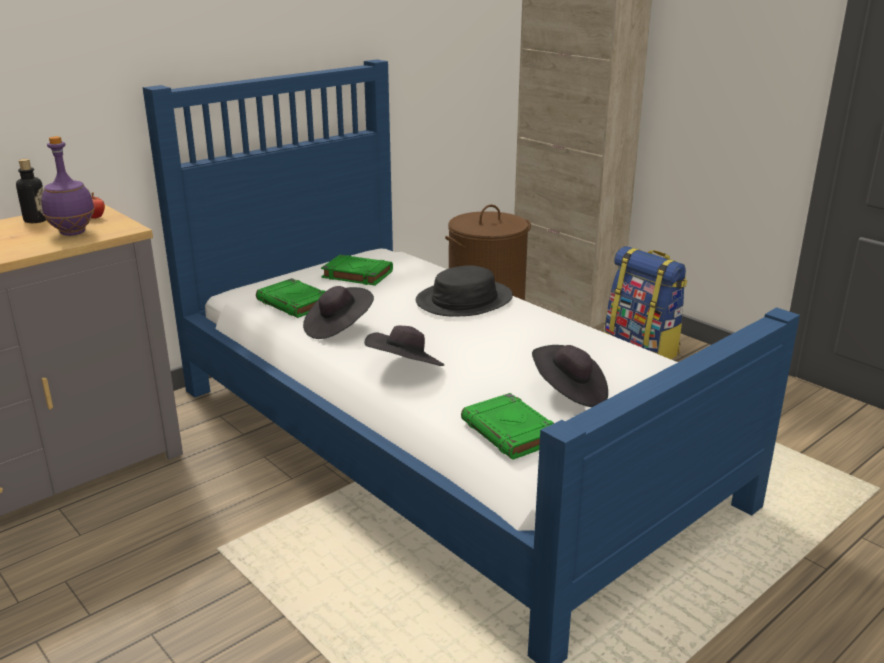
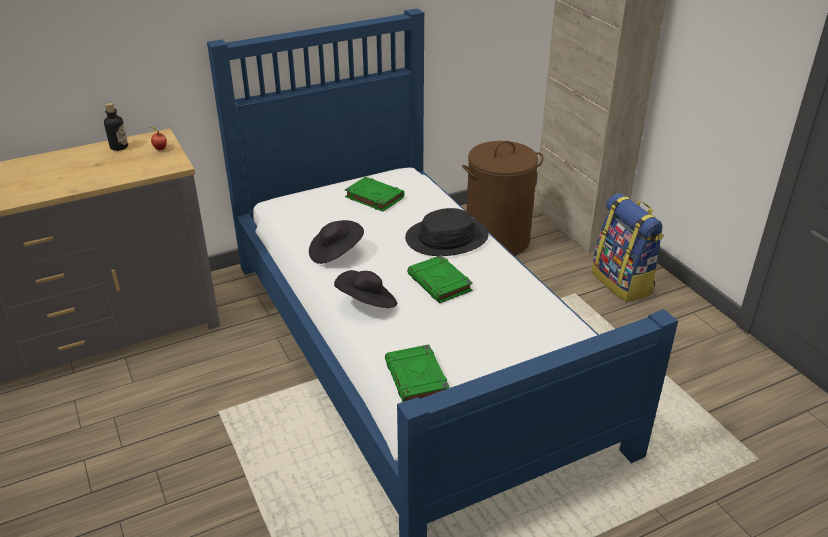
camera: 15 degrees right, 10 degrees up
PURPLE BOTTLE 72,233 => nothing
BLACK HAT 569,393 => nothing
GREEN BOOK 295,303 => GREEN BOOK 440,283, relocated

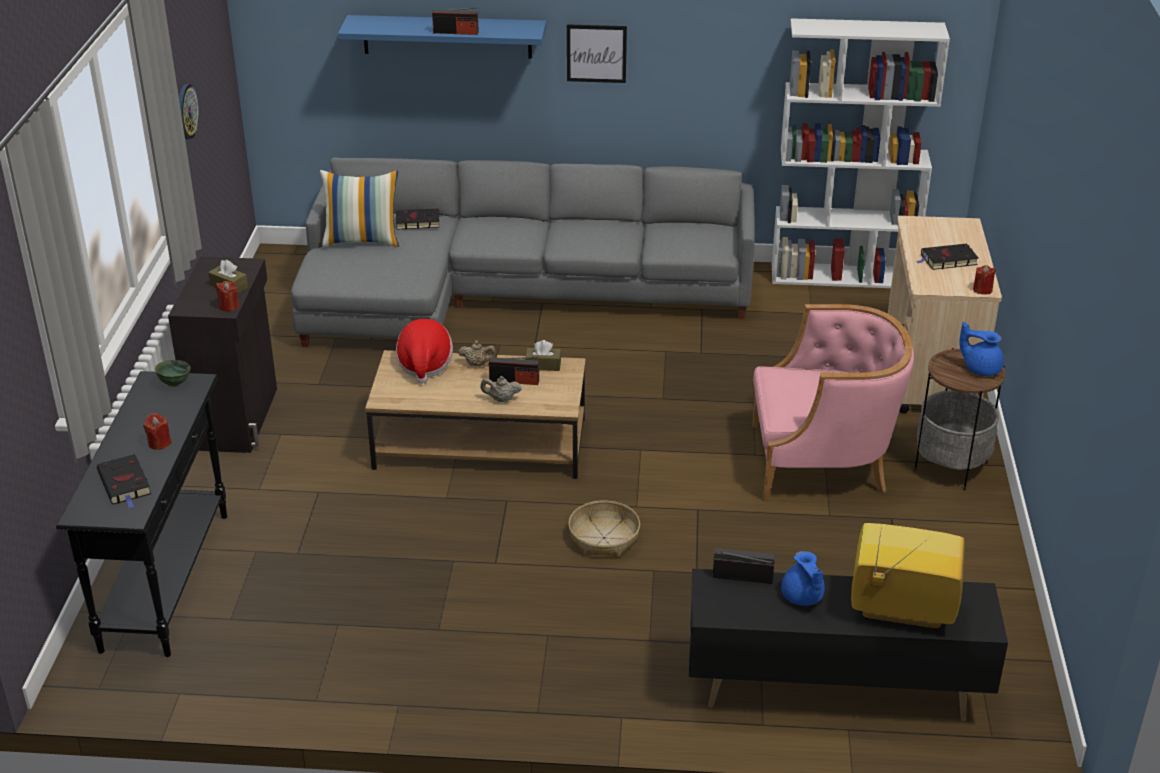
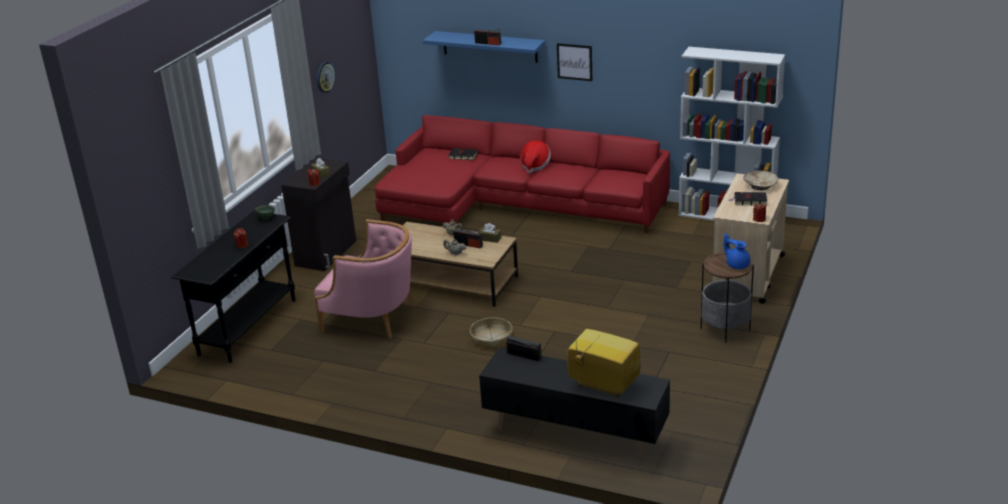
camera: 20 degrees right, 5 degrees down
BLACK BOOK 125,484 => nothing
PILLOW 362,240 => nothing
BLUE TEAPOT 802,598 => nothing
nothing => BEIGE BOWL 760,186
HAT 424,365 => HAT 535,165, relocated
PINK ARMCHAIR 821,462 => PINK ARMCHAIR 372,317, relocated
GREY SOFA 507,292 => RED SOFA 513,204

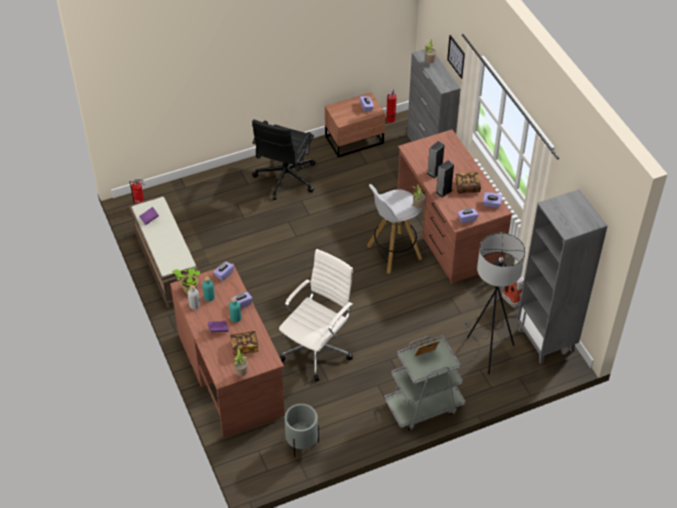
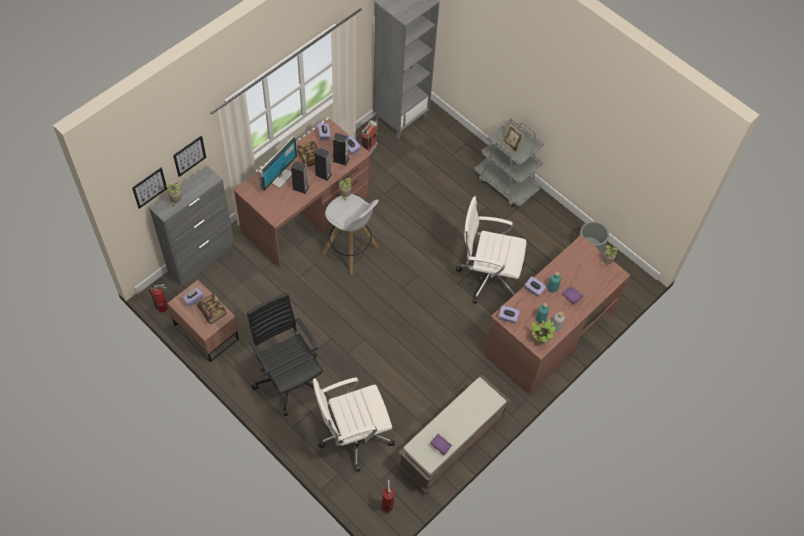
camera: 115 degrees left, 10 degrees up
GREY FLOOR LAMP 486,350 => nothing
nothing => PICTURE 149,187
nothing => MONITOR 279,176
nothing => WHITE OFFICE CHAIR 353,435
nothing => SPEAKER 340,159
BOOK 244,347 => BOOK 213,311, relocated
BLACK OFFICE CHAIR 285,179 => BLACK OFFICE CHAIR 289,378, 120 degrees counterclockwise

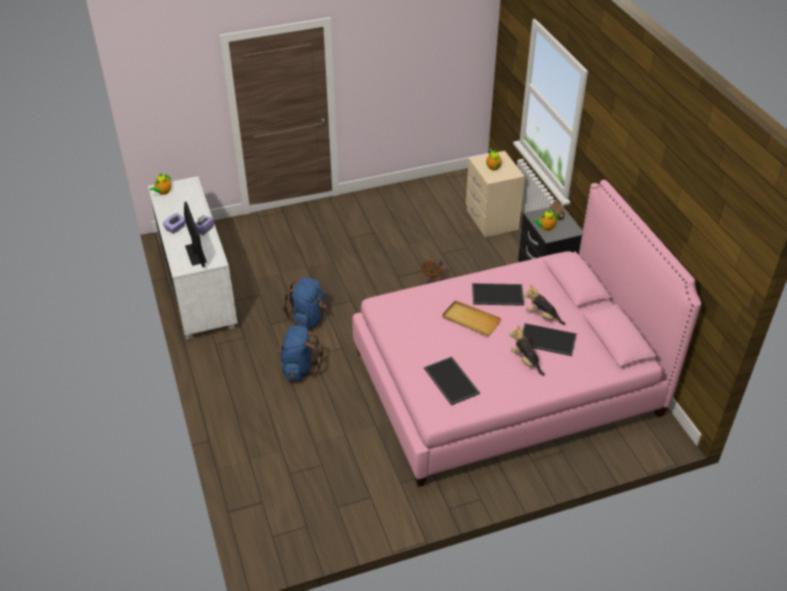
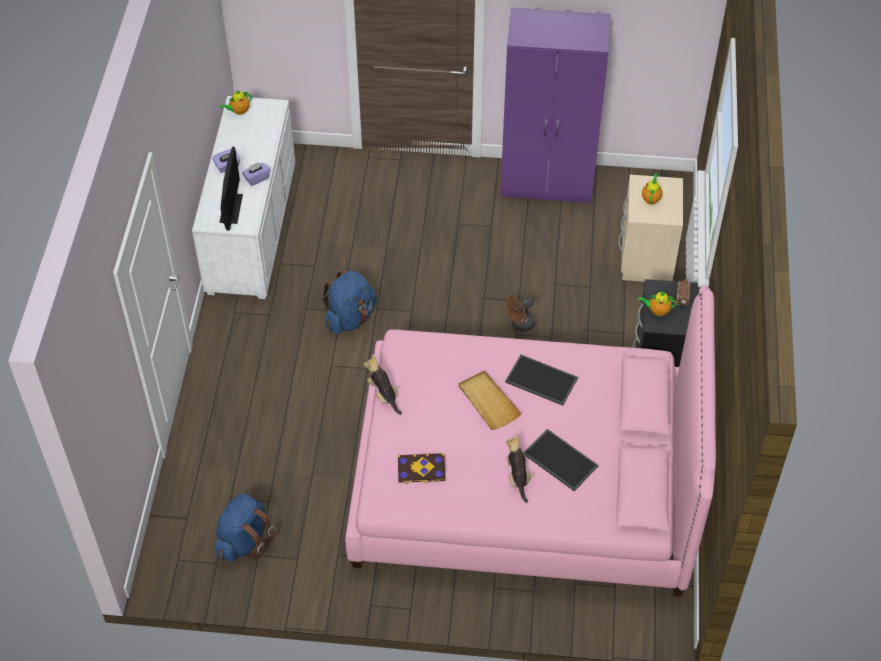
camera: 25 degrees right, 10 degrees up
nothing => PURPLE WARDROBE 548,184
BLUE BACKPACK 299,368 => BLUE BACKPACK 244,541, relocated
PLUSH TOY 542,316 => PLUSH TOY 383,395, relocated
TRAY 452,381 => BOOK 421,469

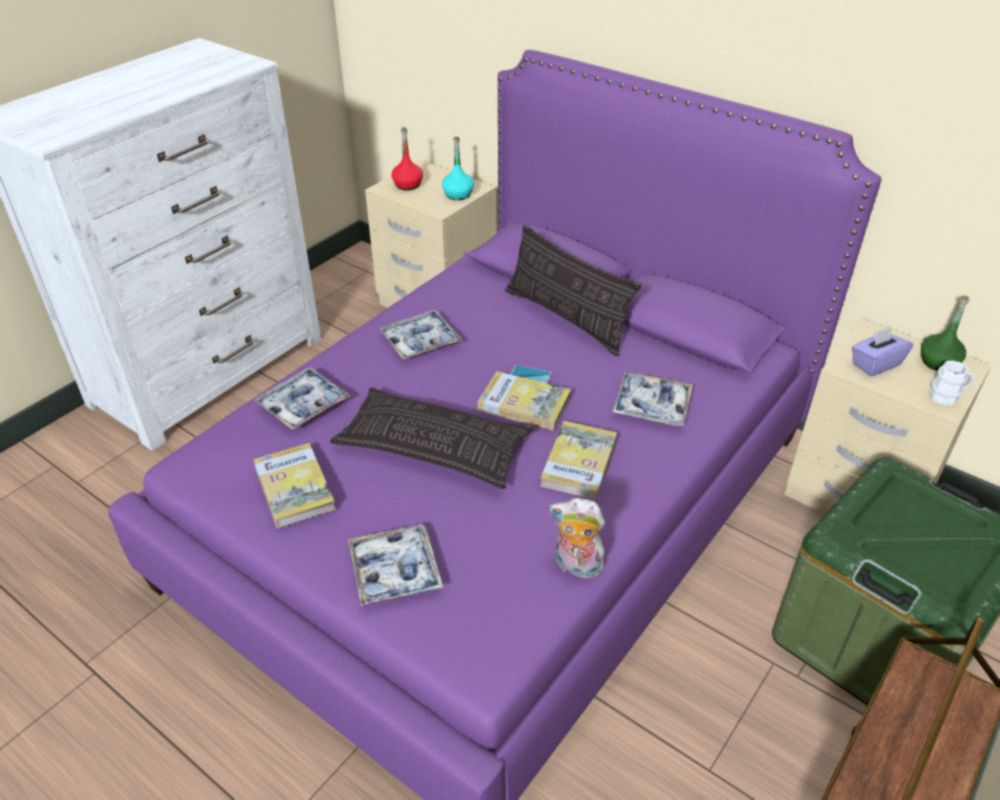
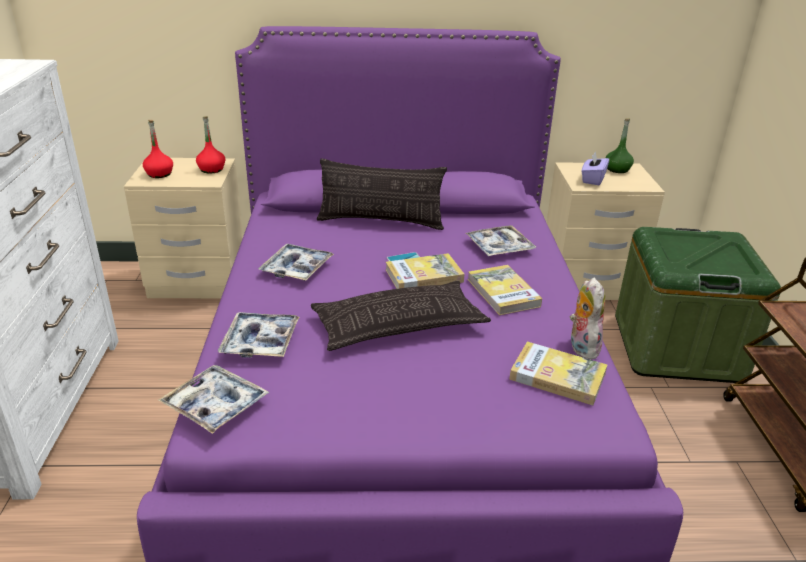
camera: 40 degrees left, 10 degrees down
WHITE MUG 947,396 => nothing
BOOK 294,488 => BOOK 557,376, relocated
TRAY 395,571 => TRAY 215,405, relocated
TURQUOISE BOTTLE 458,194 => RED BOTTLE 211,169
PLUSH TOY 575,566 => PLUSH TOY 581,346, 105 degrees clockwise

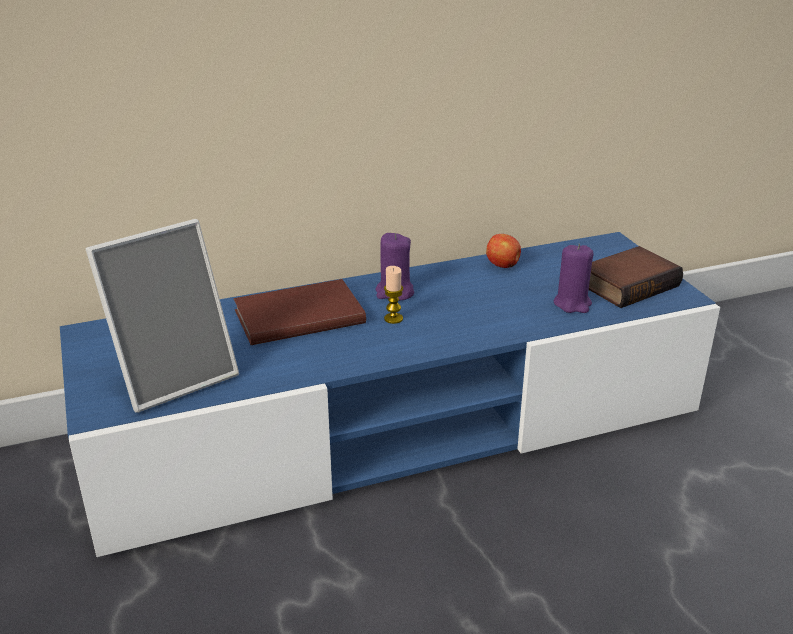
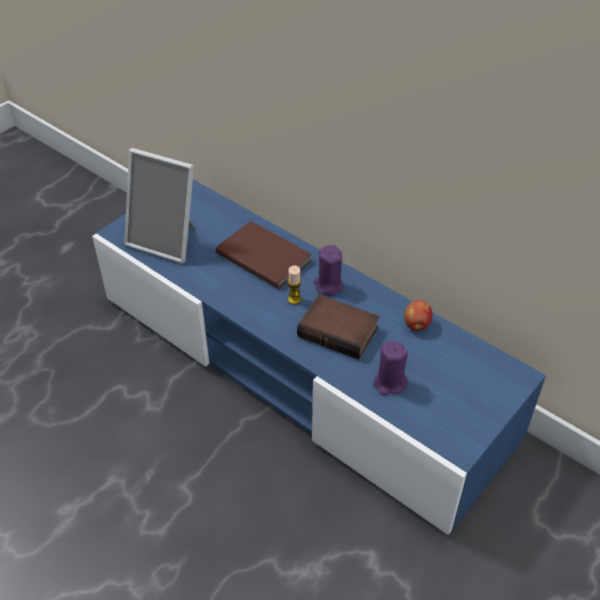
camera: 60 degrees right, 15 degrees up
BOOK 628,284 => BOOK 340,331, relocated

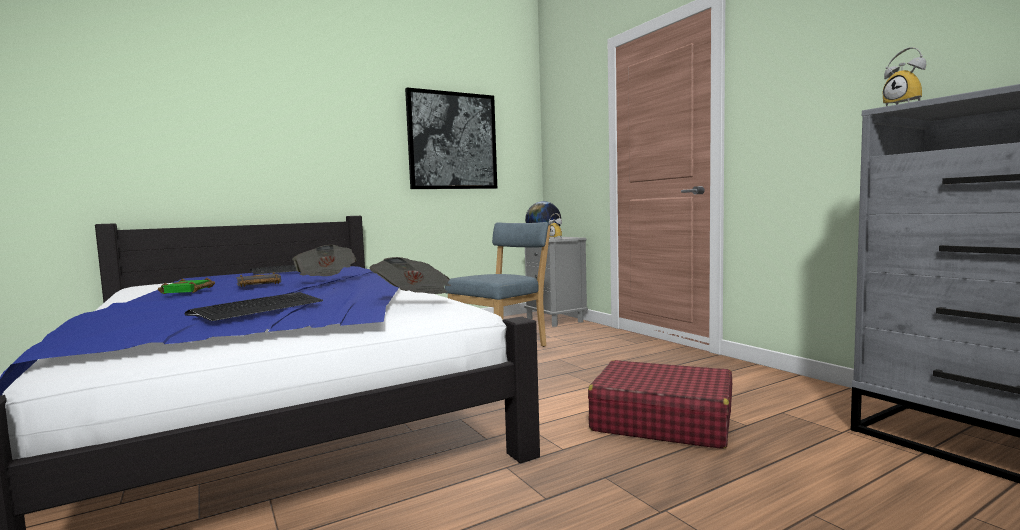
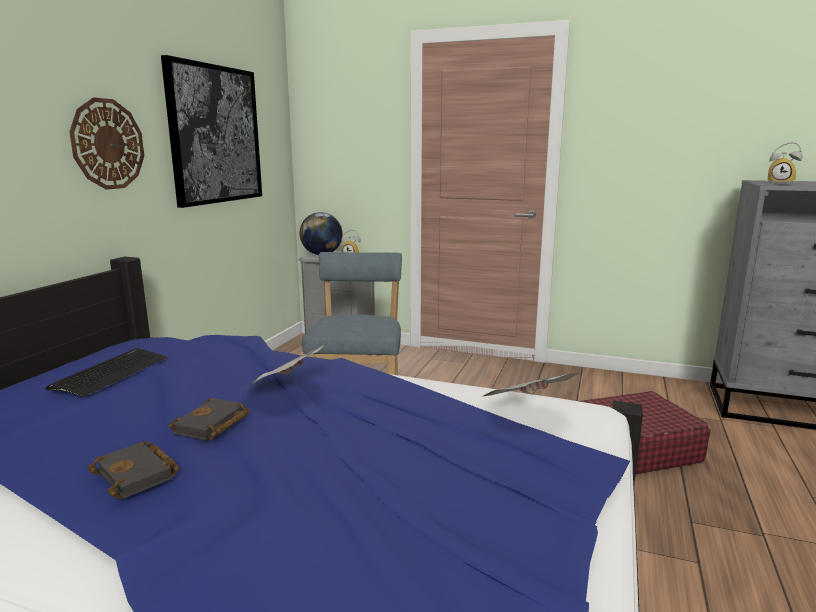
camera: 40 degrees left, 10 degrees up
KEYBOARD 259,308 => nothing
nothing => WALL CLOCK 108,144
GREEN BOOK 189,290 => BLACK BOOK 138,475

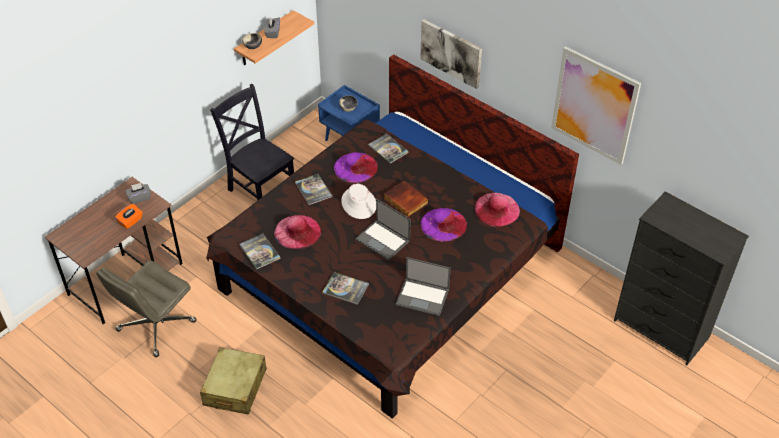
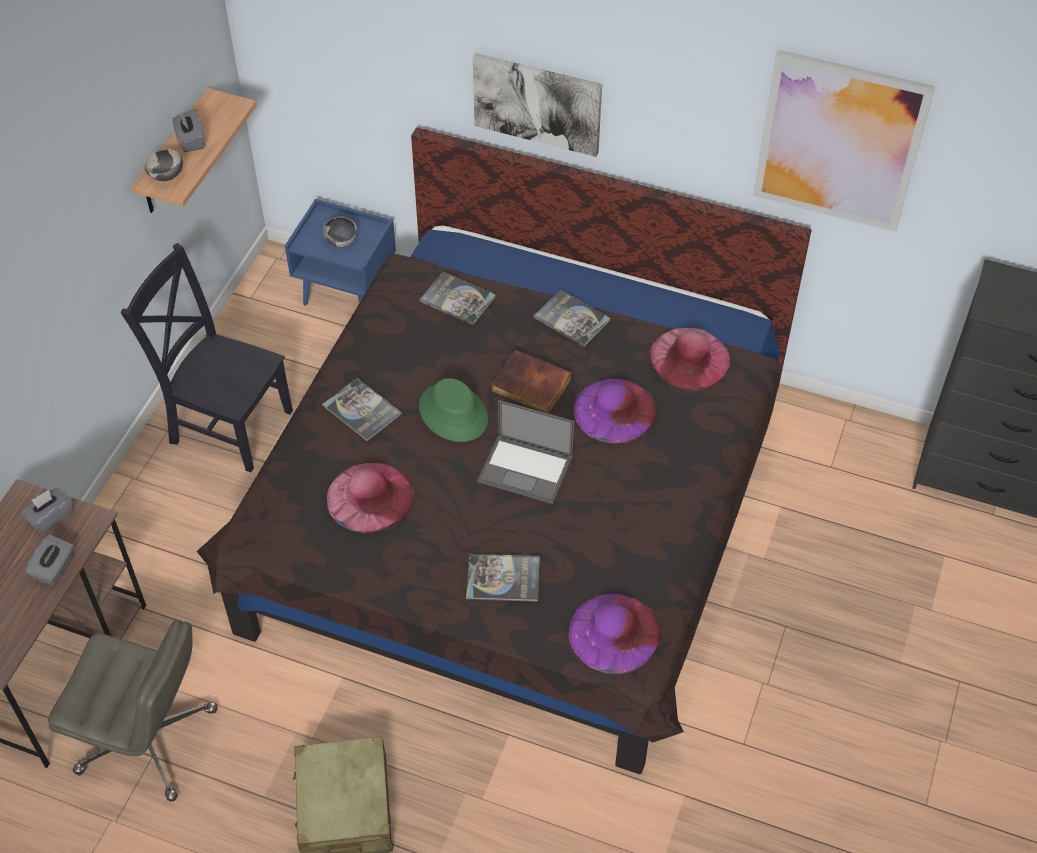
camera: 20 degrees left, 5 degrees up
LAPTOP 423,297 => nothing
BOOK 259,252 => BOOK 571,319, relocated
PURPLE HAT 355,167 => PURPLE HAT 614,633, relocated
ORANGE TISSUE BOX 130,221 => GREY TISSUE BOX 54,569
WHITE HAT 359,203 => GREEN HAT 453,413
GREY OFFICE CHAIR 156,326 => GREY OFFICE CHAIR 149,740, 90 degrees counterclockwise

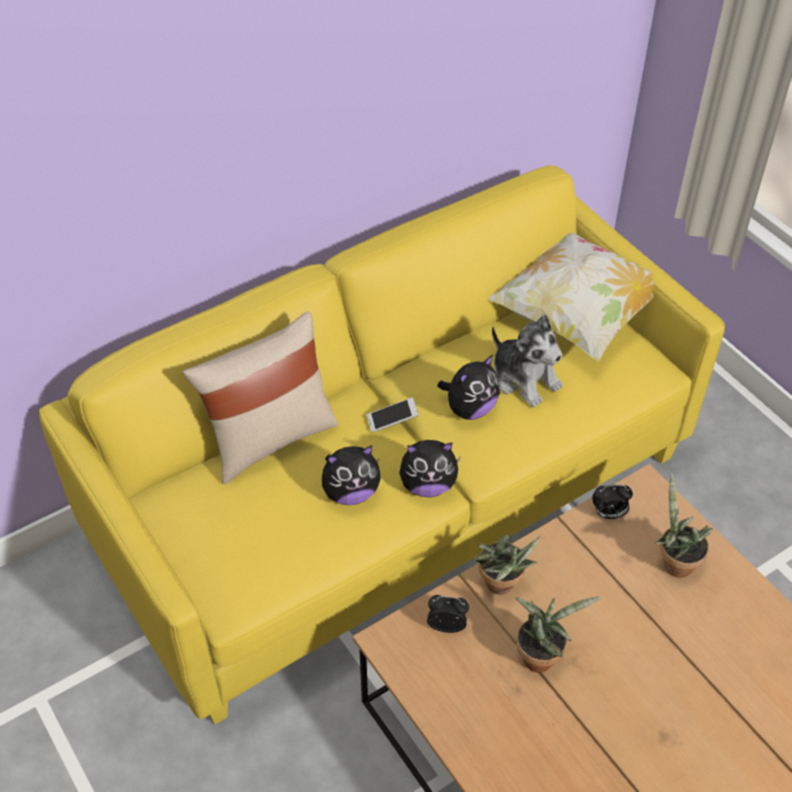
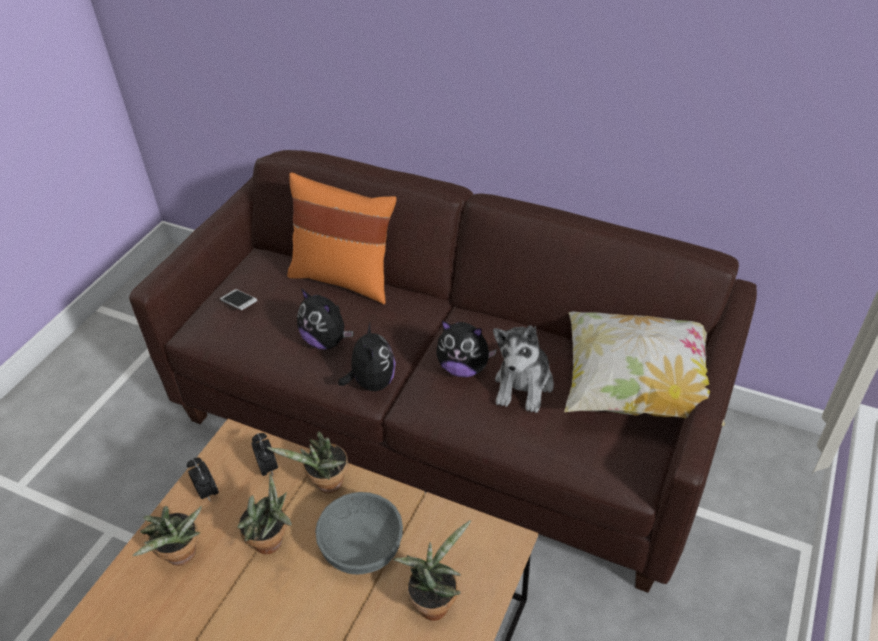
camera: 60 degrees right, 5 degrees down
nothing => POTTED PLANT 182,557
nothing => GREY BOWL 361,547
PHONE 392,420 => PHONE 239,304, relocated
ALARM CLOCK 608,514 => ALARM CLOCK 207,492, relocated
YELLOW SOFA 395,496 => BROWN SOFA 445,419
BEIGE PILLOW 269,438 => ORANGE PILLOW 345,278
PLUSH TOY 428,485 => PLUSH TOY 372,382, 150 degrees counterclockwise

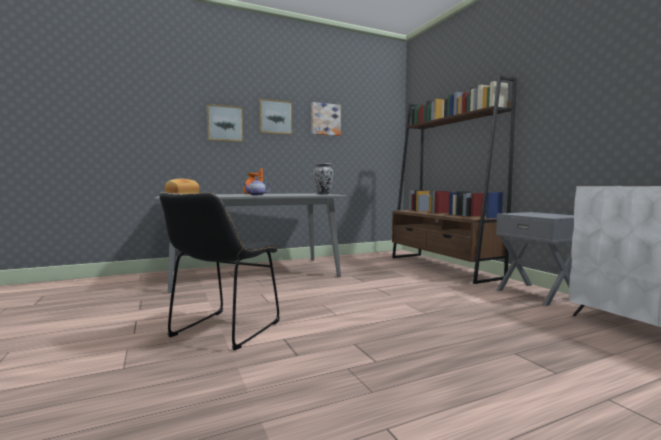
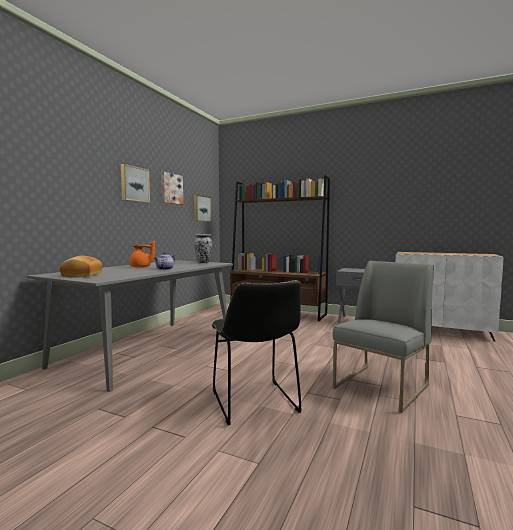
camera: 40 degrees left, 0 degrees up
nothing => GREY CHAIR 381,387
PICTURE 225,123 => PICTURE 201,208, relocated

